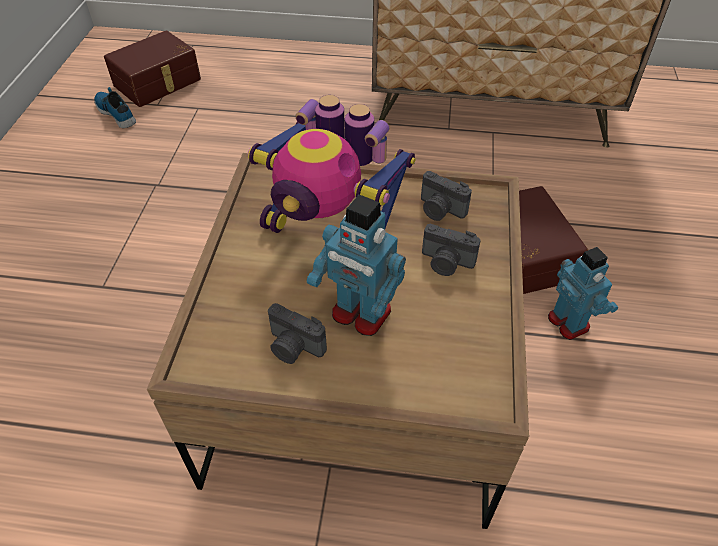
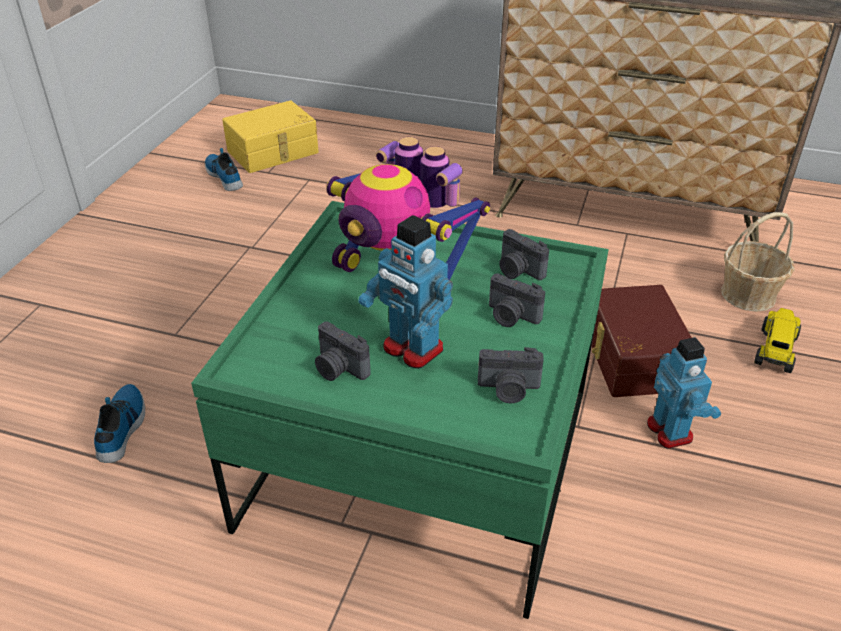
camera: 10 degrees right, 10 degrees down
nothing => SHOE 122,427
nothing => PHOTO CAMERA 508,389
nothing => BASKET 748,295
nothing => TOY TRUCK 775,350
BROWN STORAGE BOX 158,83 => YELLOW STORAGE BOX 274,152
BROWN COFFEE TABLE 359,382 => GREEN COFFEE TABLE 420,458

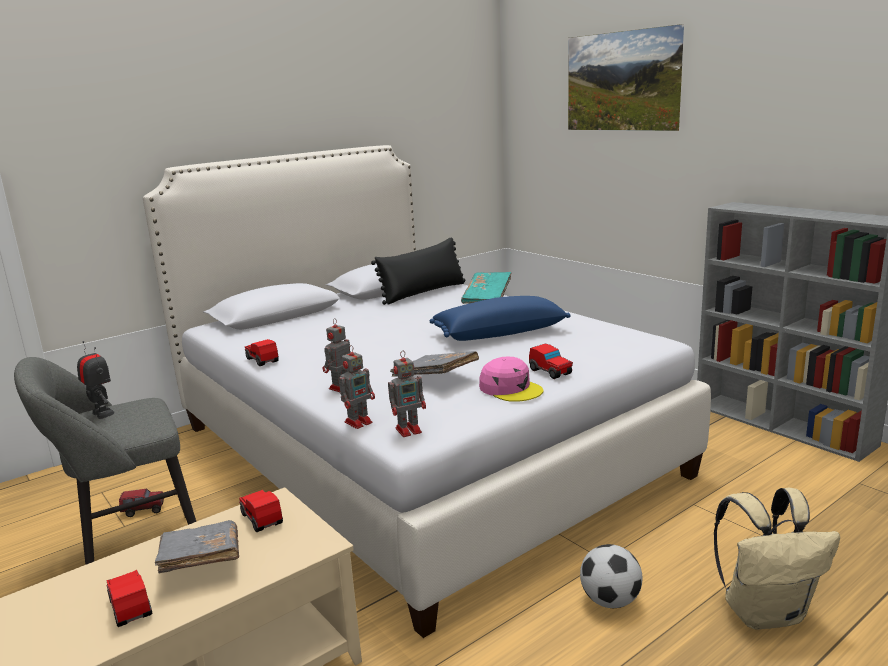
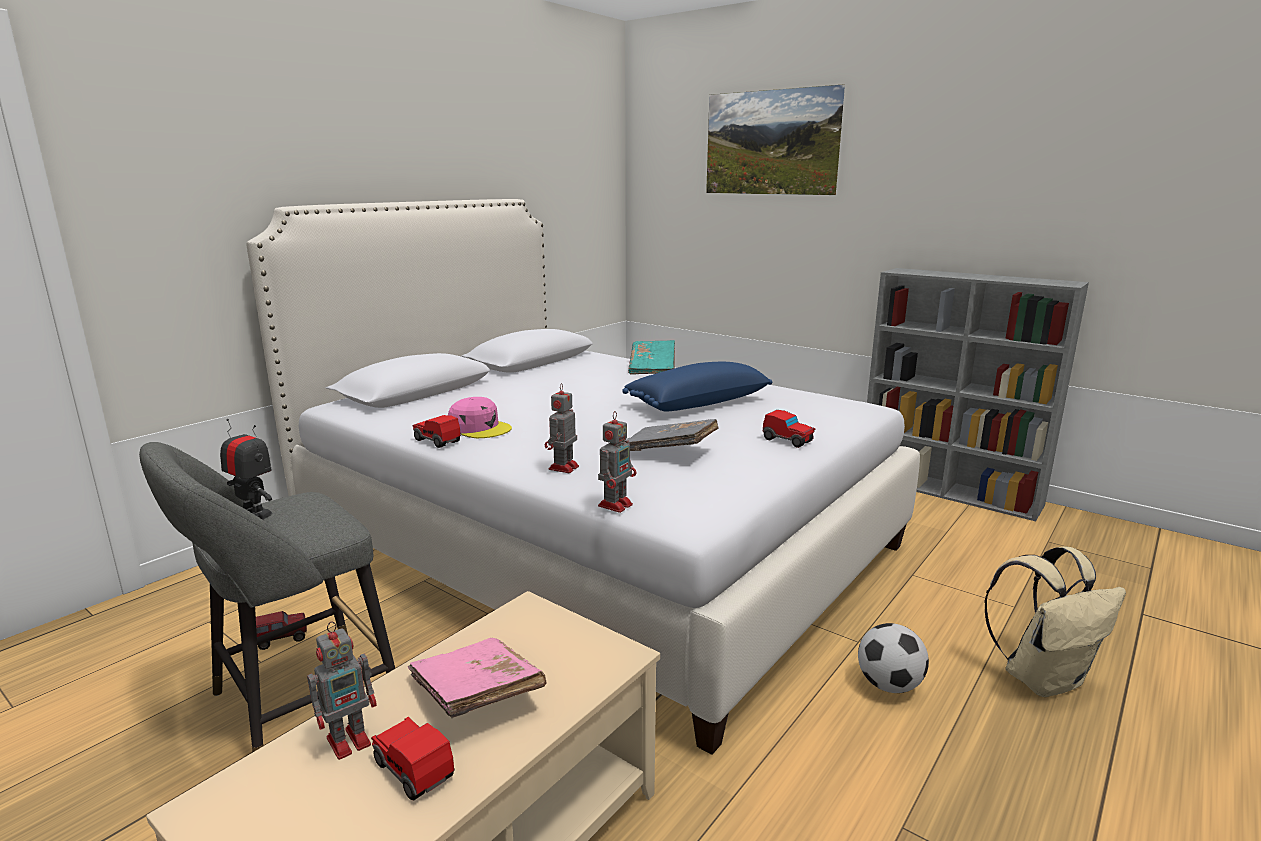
camera: 15 degrees left, 0 degrees up
TOY CAR 262,519 => nothing
BLACK PILLOW 423,292 => nothing
TOY ROBOT 409,430 => TOY ROBOT 351,740, relocated
PINK CAP 510,389 => PINK CAP 479,428, relocated
GREY BOOK 201,561 => PINK BOOK 476,695

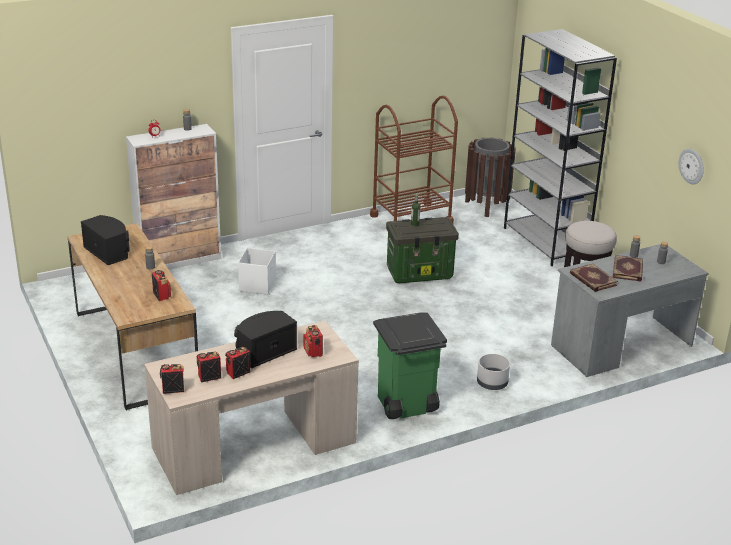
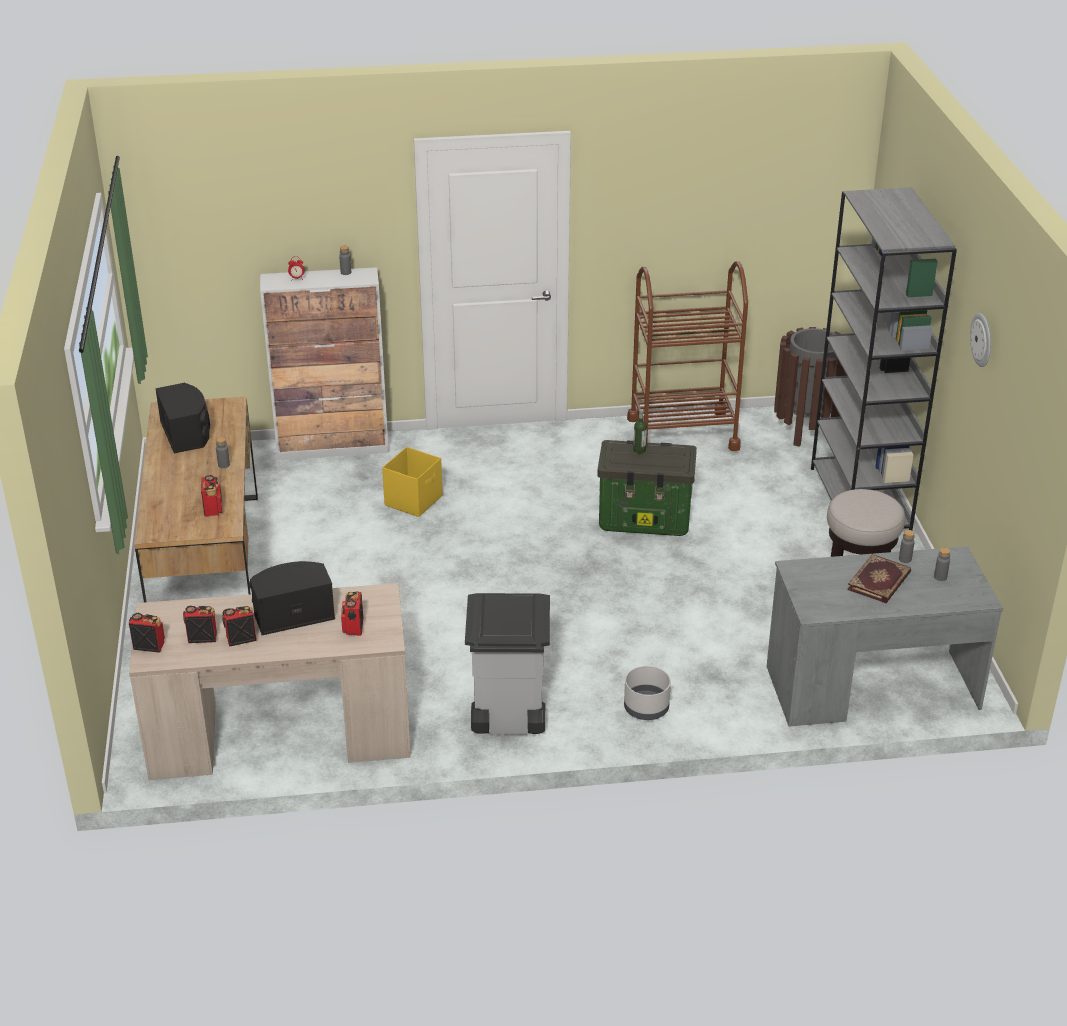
camera: 20 degrees right, 5 degrees up
BOOK 592,279 => nothing
WALL CLOCK 692,166 => WALL CLOCK 982,339, relocated
WHITE STORAGE BOX 258,285 => YELLOW STORAGE BOX 414,500
GREEN TRASH CAN 405,405 => GREY TRASH CAN 507,717

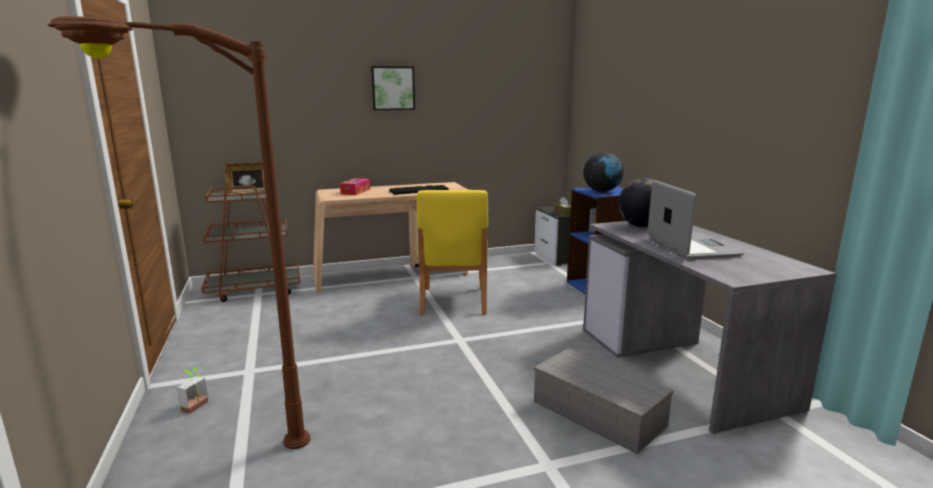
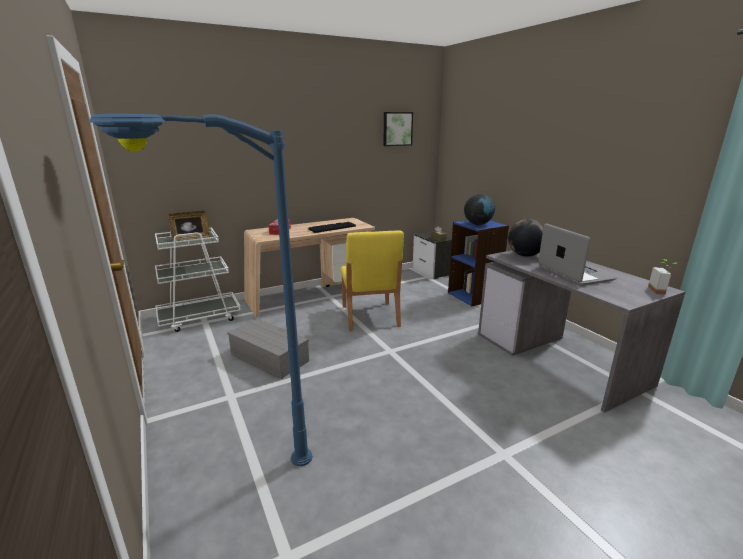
camera: 10 degrees left, 5 degrees up
POTTED PLANT 198,407 => POTTED PLANT 660,291, relocated
PICTURE 393,88 => PICTURE 397,129, relocated
GREY STORAGE BOX 600,413 => GREY STORAGE BOX 271,357, relocated
BROWN FLOOR LAMP 208,457 => BLUE FLOOR LAMP 232,483
BROWN CART 255,289 => WHITE CART 200,318

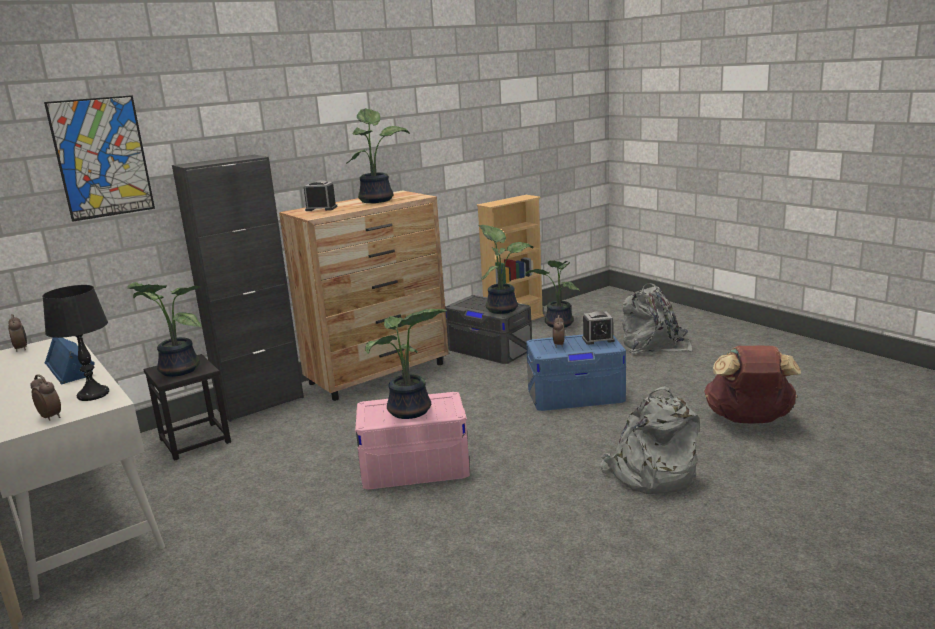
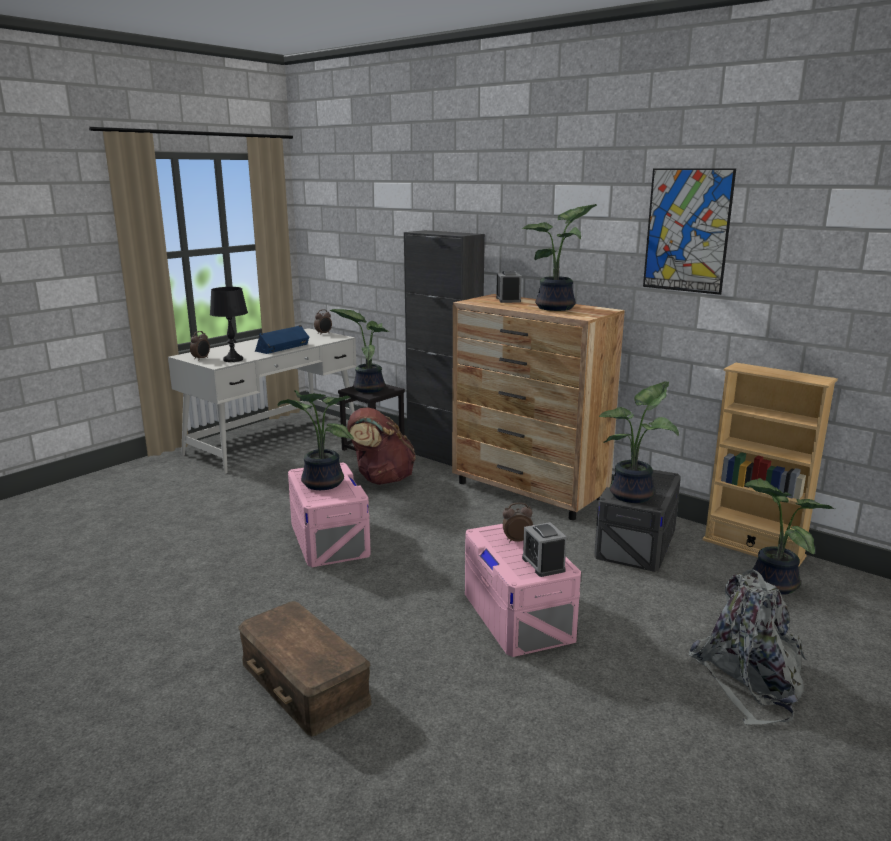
camera: 75 degrees right, 0 degrees up
PICTURE 102,158 => PICTURE 687,230, relocated
BROWN BACKPACK 749,420 => BROWN BACKPACK 381,479, relocated
GREY BACKPACK 650,475 => BROWN STORAGE BOX 306,682
BLUE STORAGE BOX 575,395 => PINK STORAGE BOX 518,615

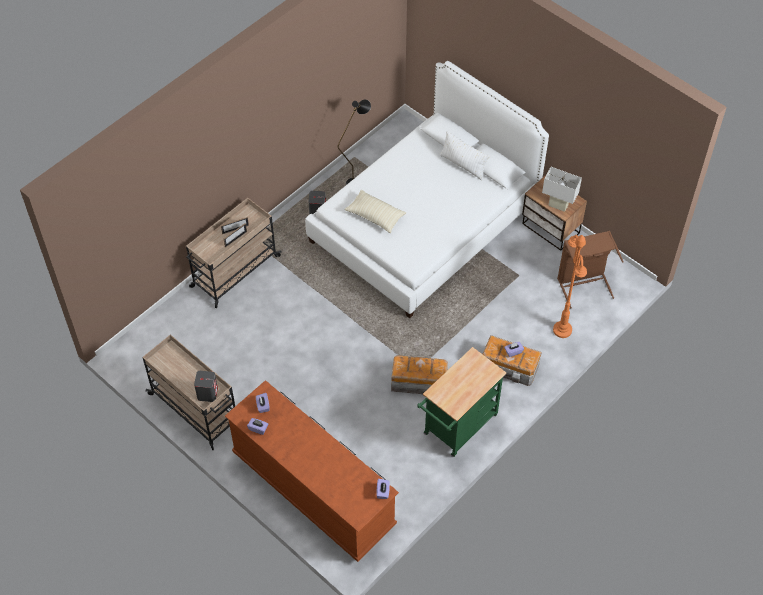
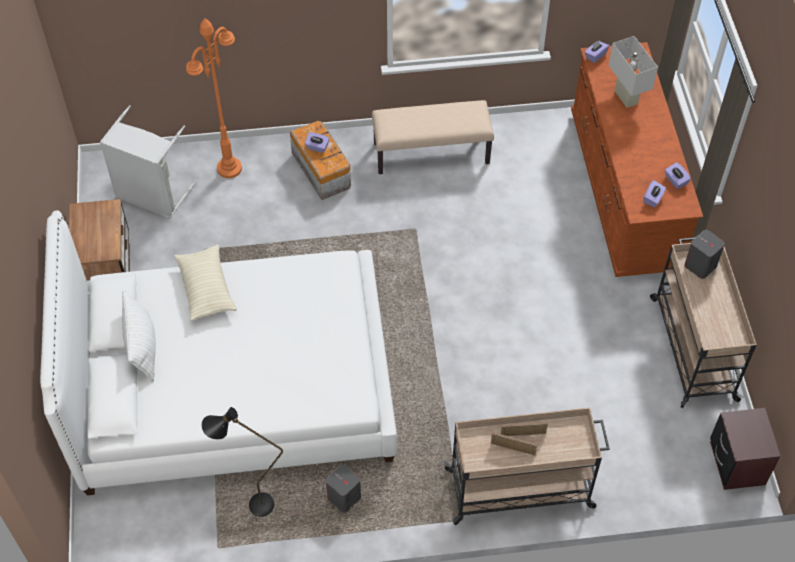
camera: 140 degrees left, 0 degrees up
STORAGE BOX 418,382 => nothing
nothing => BROWN NIGHTSTAND 736,463
BEIGE PILLOW 375,216 => BEIGE PILLOW 206,289, relocated
WHITE TABLE LAMP 558,205 => WHITE TABLE LAMP 626,97, relocated
GREEN CART 457,428 => BEIGE BENCH 431,152
BROWN LAUNDRY BASKET 583,283 => GREY LAUNDRY BASKET 152,196

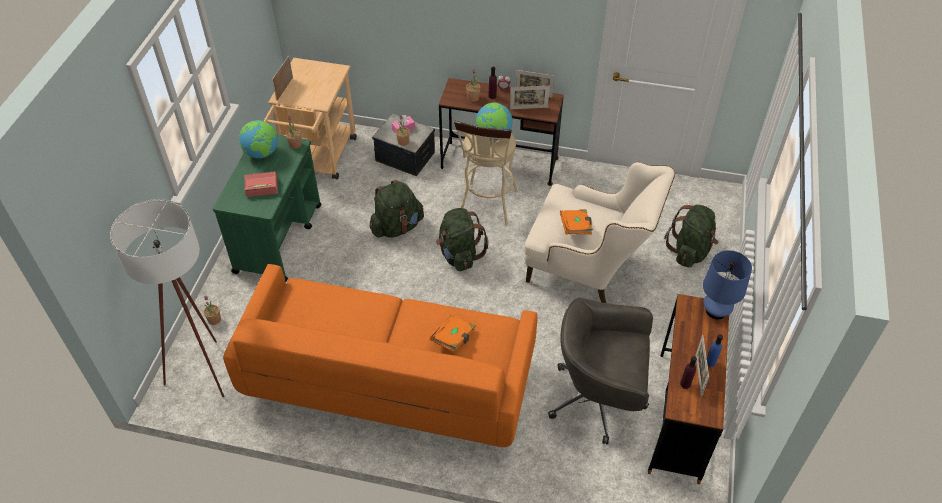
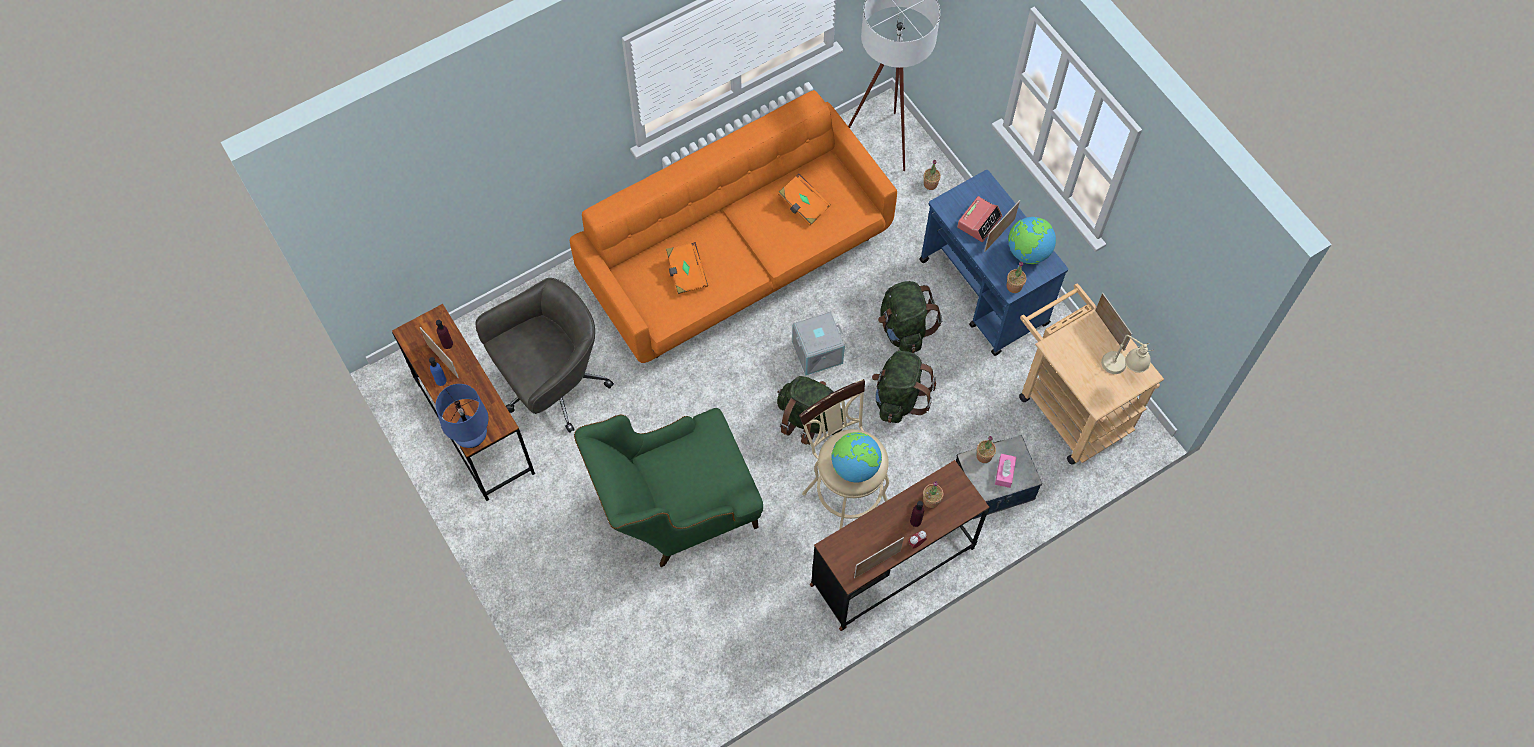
camera: 135 degrees right, 15 degrees up
nothing => GREY STORAGE BOX 817,351
nothing => BEIGE TABLE LAMP 1122,370
PICTURE FRAME 528,108 => PICTURE FRAME 999,235, relocated
ORANGE BOOK 576,228 => ORANGE BOOK 803,205, relocated
GREEN BACKPACK 690,251 => GREEN BACKPACK 904,329, relocated
GREEN CART 279,238 => BLUE CART 984,293
BEIGE ARMCHAIR 588,269 => GREEN ARMCHAIR 676,510

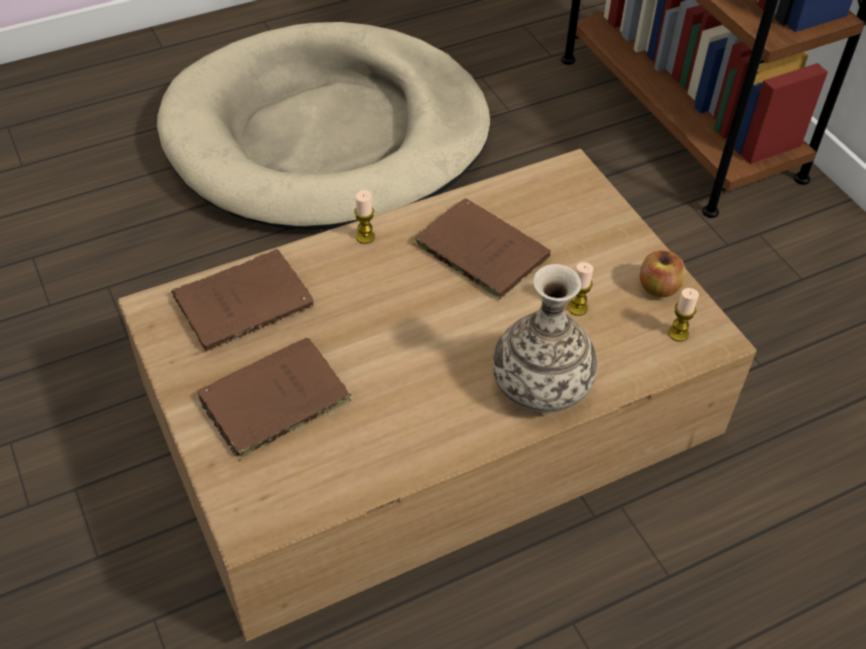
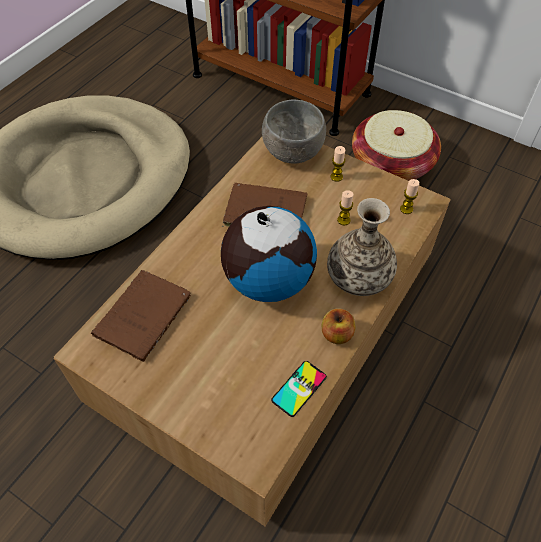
camera: 30 degrees left, 5 degrees up
BROWN BOOK 271,402 => nothing
nothing => GLOBE 268,280
nothing => GREY BOWL 292,152
nothing => PHONE 299,388
nothing => BASKET 391,164
CANDLE 365,237 => CANDLE 336,177, relocated
APPLE 658,288 => APPLE 337,334, relocated

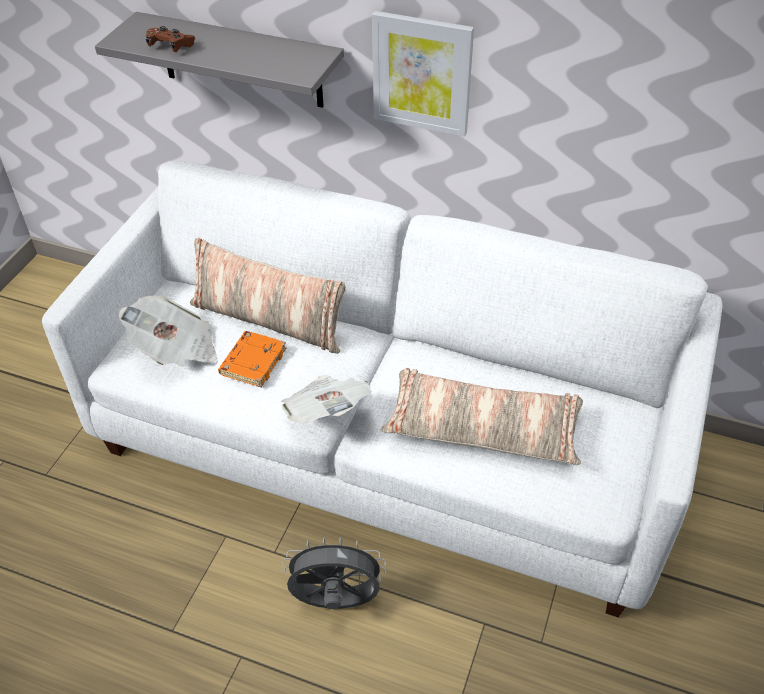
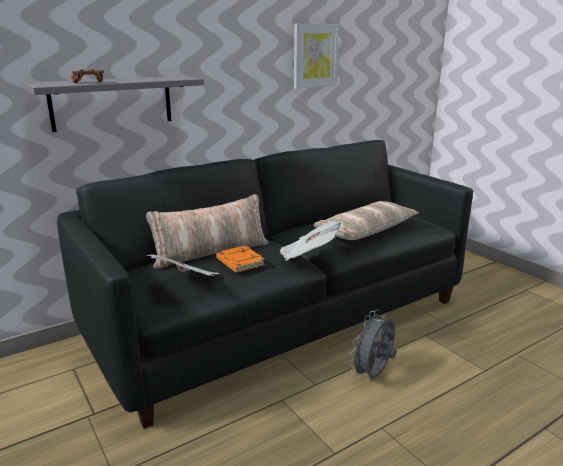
camera: 55 degrees left, 25 degrees down
PICTURE 422,73 => PICTURE 315,56, relocated
WHITE SOFA 385,443 => BLACK SOFA 281,319

